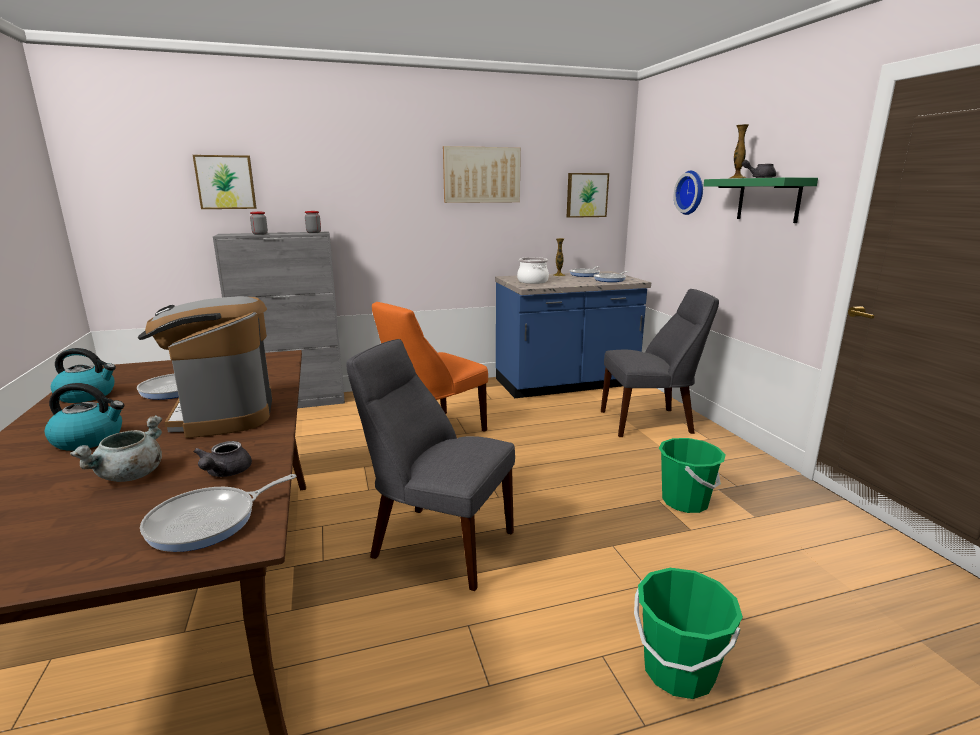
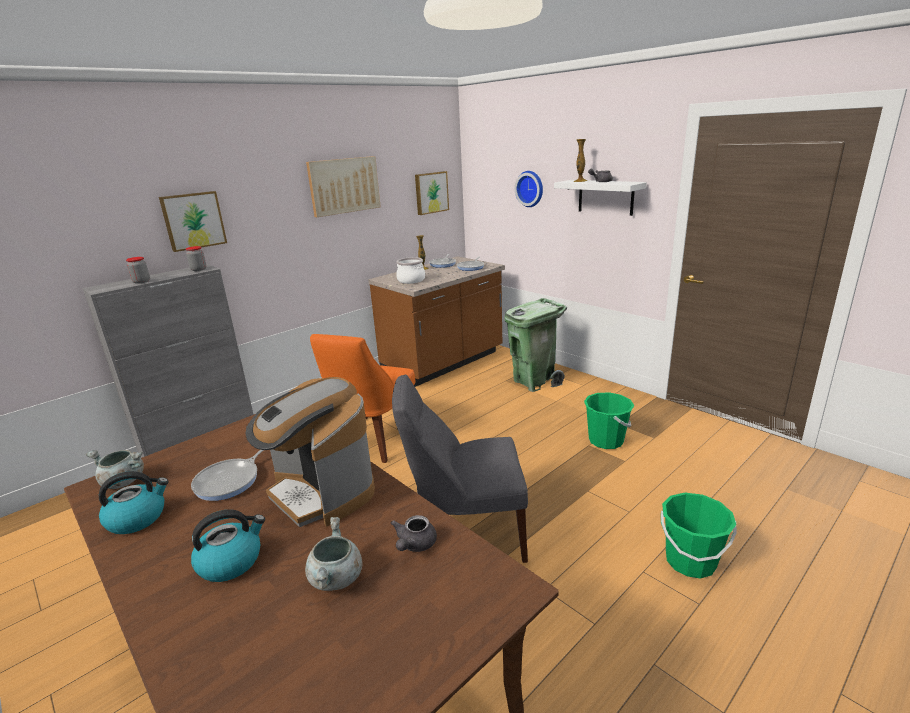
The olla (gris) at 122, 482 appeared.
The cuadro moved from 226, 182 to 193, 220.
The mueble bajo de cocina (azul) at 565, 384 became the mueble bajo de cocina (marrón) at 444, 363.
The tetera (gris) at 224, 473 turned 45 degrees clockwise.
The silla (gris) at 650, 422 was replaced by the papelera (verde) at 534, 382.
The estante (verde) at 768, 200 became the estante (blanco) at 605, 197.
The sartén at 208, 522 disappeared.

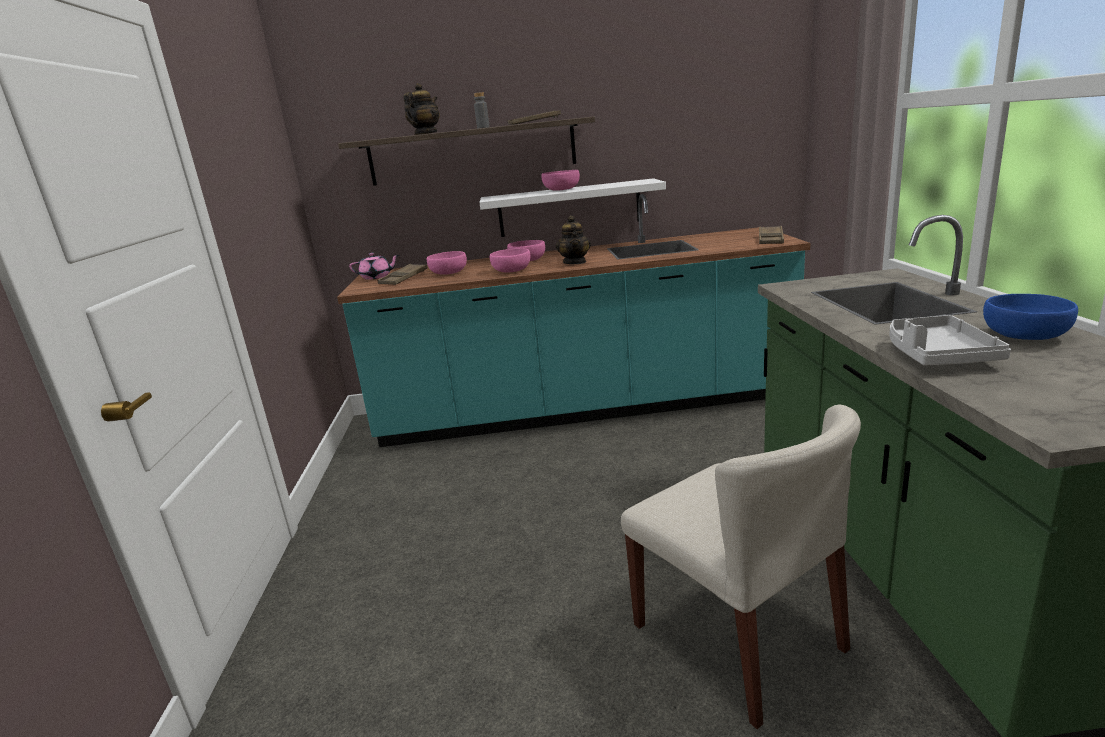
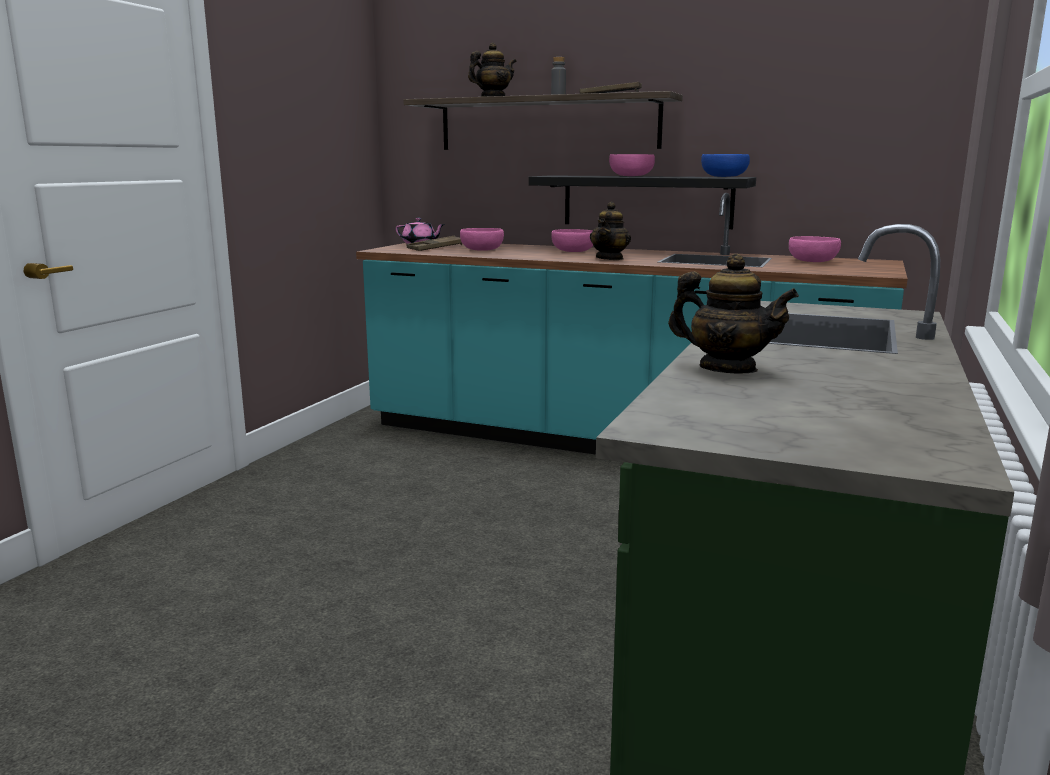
The estante (blanco) at 569, 208 became the estante (negro) at 647, 201.
The bandeja (gris) at 936, 355 was replaced by the tetera at 727, 369.
The cuenco (azul) moved from 1025, 336 to 724, 176.
The cuenco (rosa) moved from 511, 270 to 812, 261.
The silla (beis) at 738, 637 disappeared.
The bandeja (marrón) at 770, 239 disappeared.

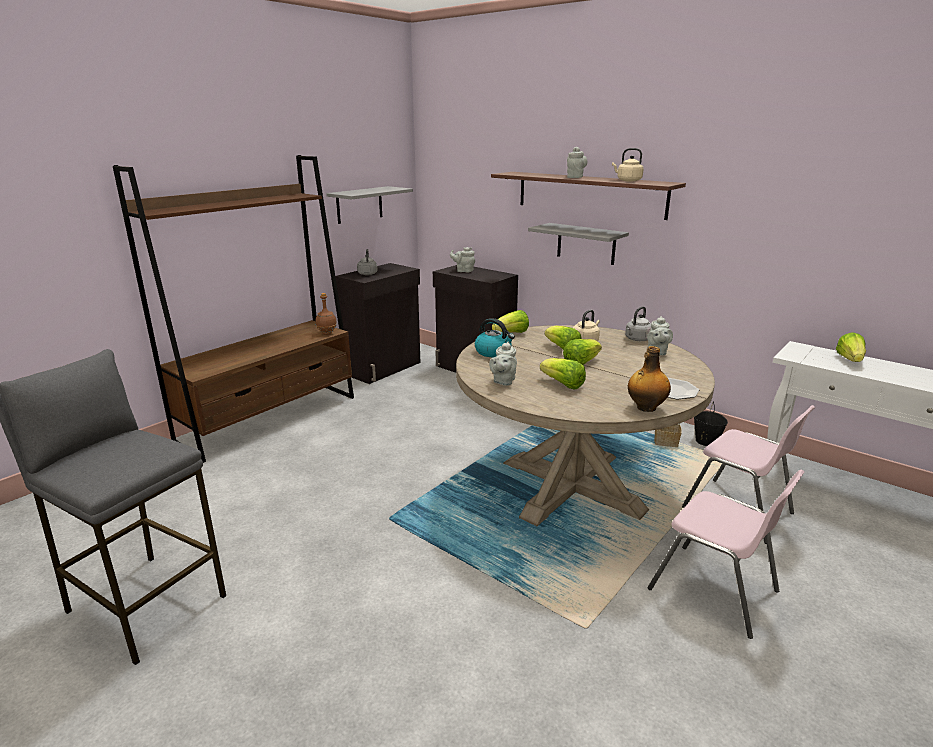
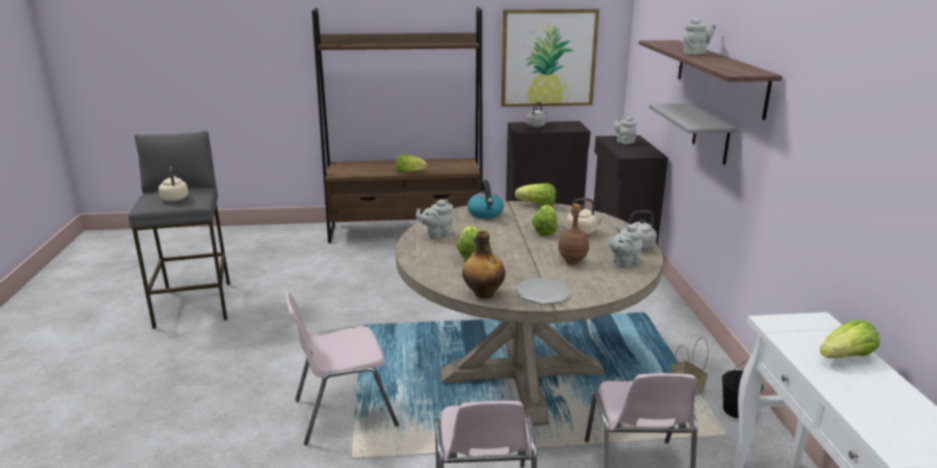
The hervidor (beis) moved from 627, 180 to 175, 198.
The silla (rosa) at 343, 412 appeared.
The lechuga moved from 581, 363 to 409, 172.
The estante (gris) at 359, 205 was replaced by the cuadro at 548, 58.
The botella (marrón) moved from 327, 333 to 573, 262.

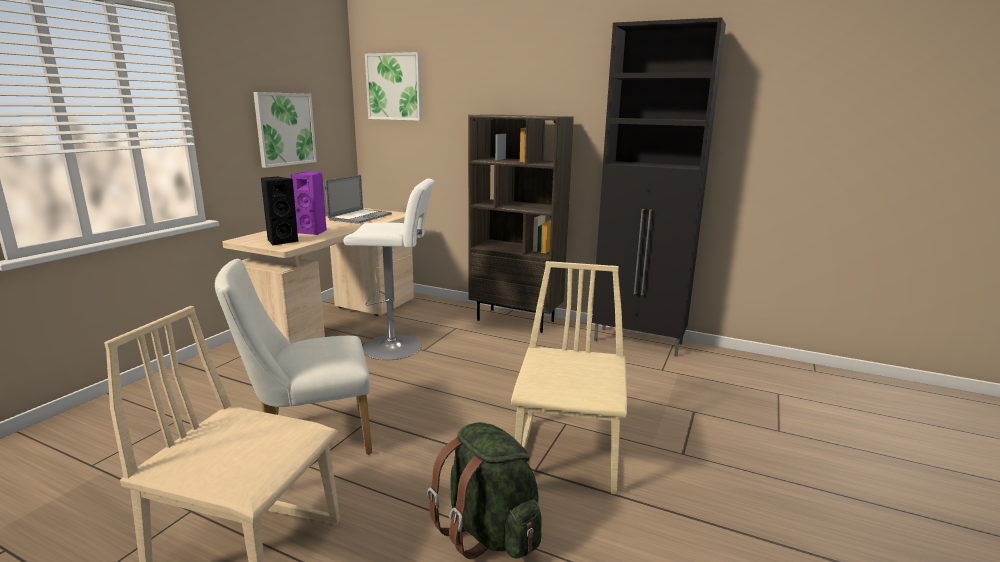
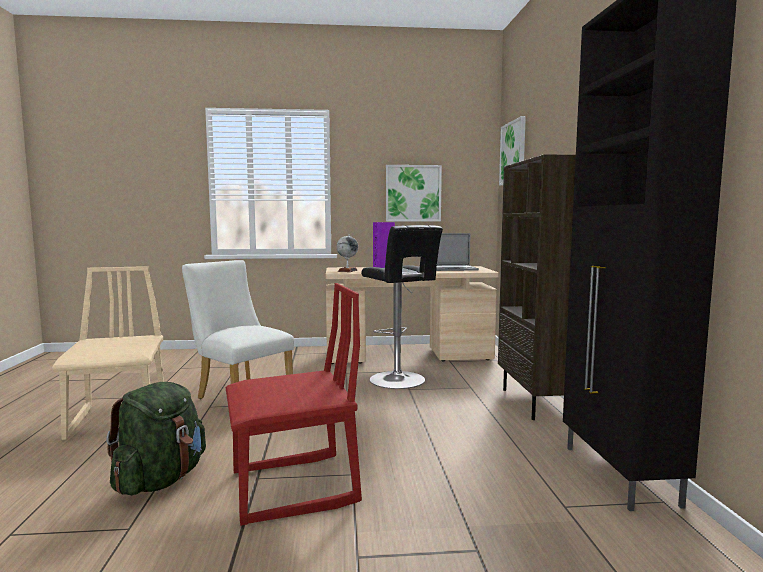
The silla (beis) at 569, 455 became the silla (rojo) at 294, 488.
The altavoz (negro) at 281, 241 was replaced by the globo terráqueo at 347, 270.
The taburete (blanco) at 396, 347 became the taburete (negro) at 399, 381.

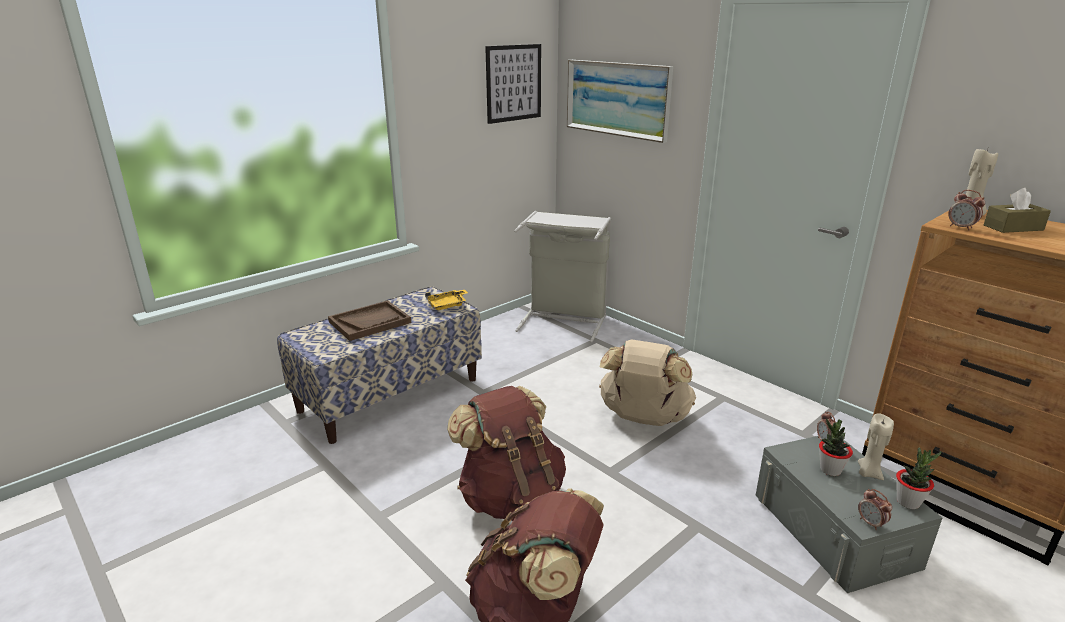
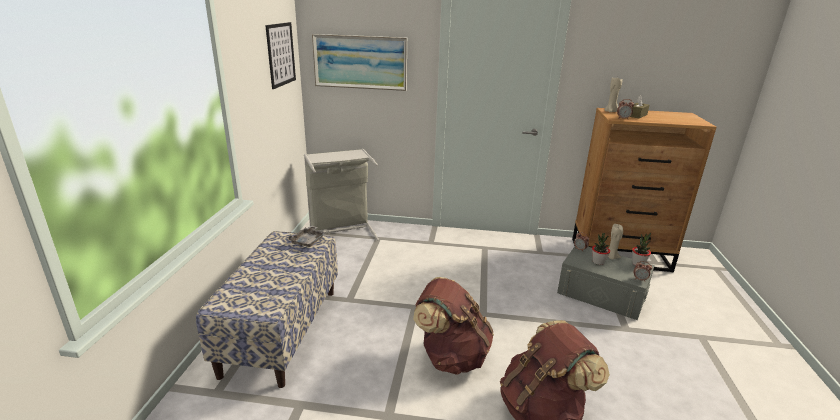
The bandeja (amarillo) at 447, 305 became the bandeja (gris) at 308, 241.
The bandeja (marrón) at 370, 322 disappeared.
The mochila (beis) at 643, 419 disappeared.

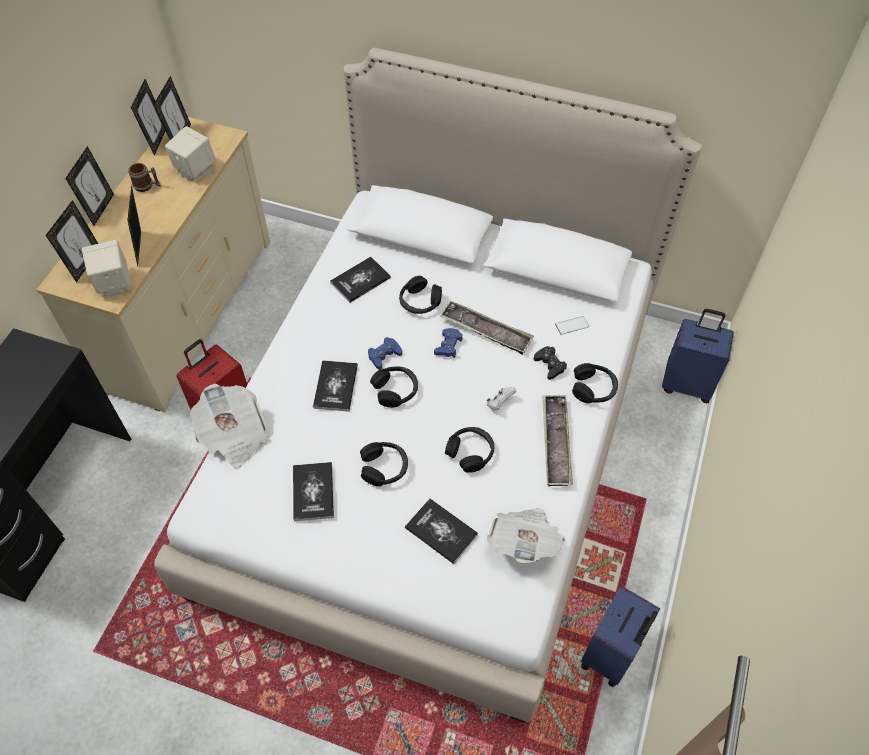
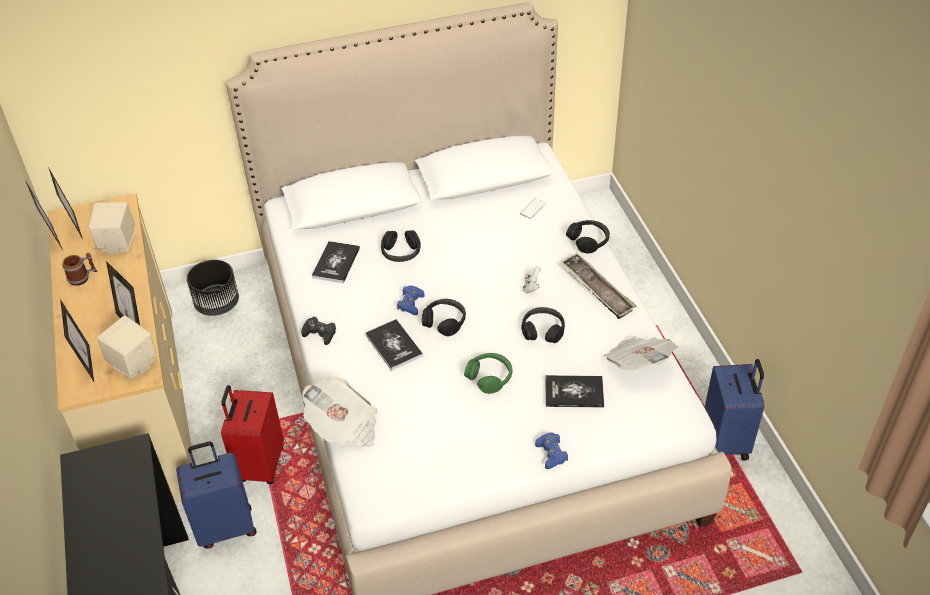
The maleta (azul) moved from 687, 384 to 226, 527.
The maceta (negro) at 217, 304 appeared.
The mando de consola (negro) moved from 549, 365 to 319, 333.
The auriculares (negro) at 384, 467 became the auriculares (verde) at 489, 377.
The mando de consola (azul) moved from 448, 346 to 551, 453.
The portarretratos at 100, 209 disappeared.
The libro at 313, 492 disappeared.
The bandeja at 486, 331 disappeared.

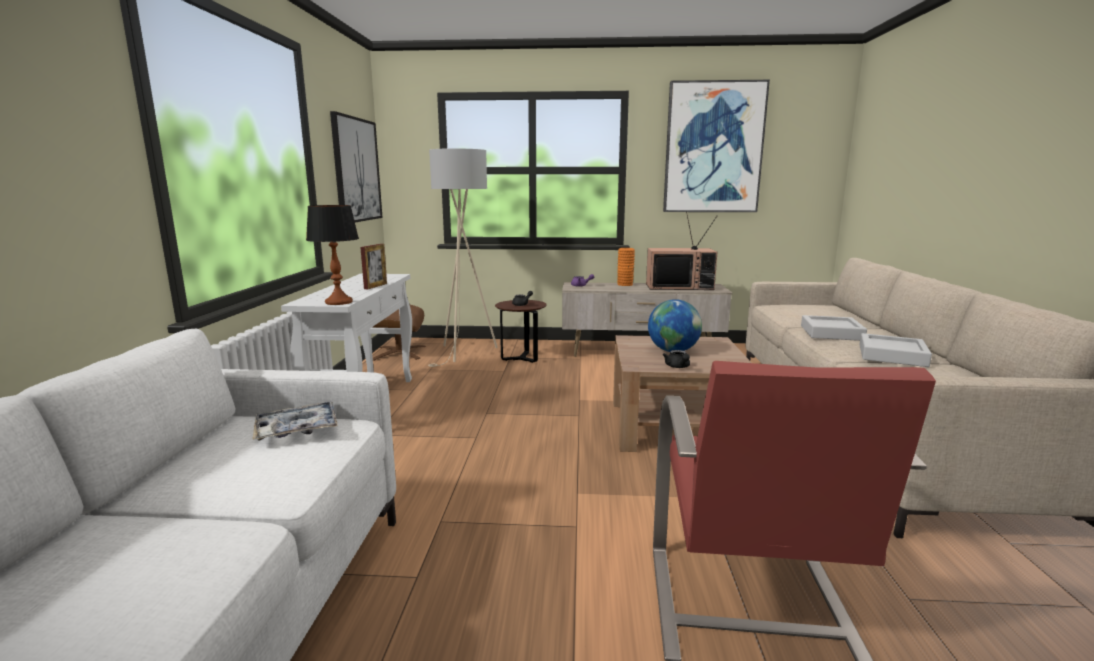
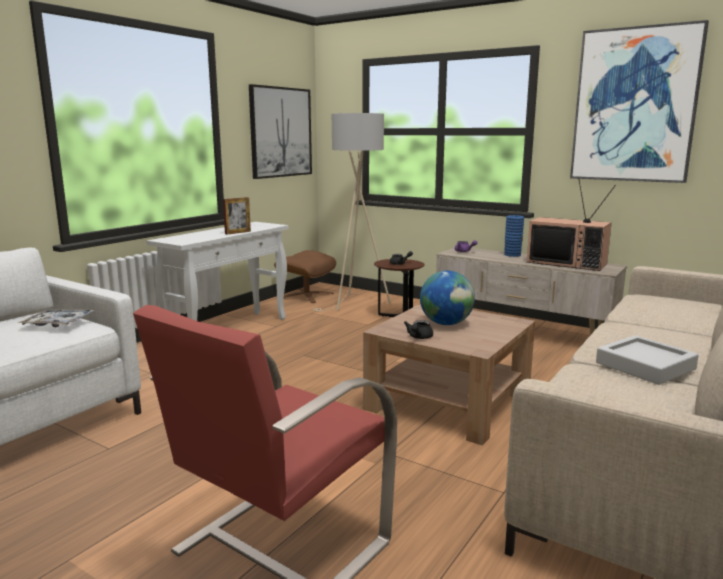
The florero (naranja) at 625, 284 became the florero (azul) at 512, 255.
The lámpara de mesa at 339, 302 disappeared.
The bandeja (gris) at 831, 333 disappeared.

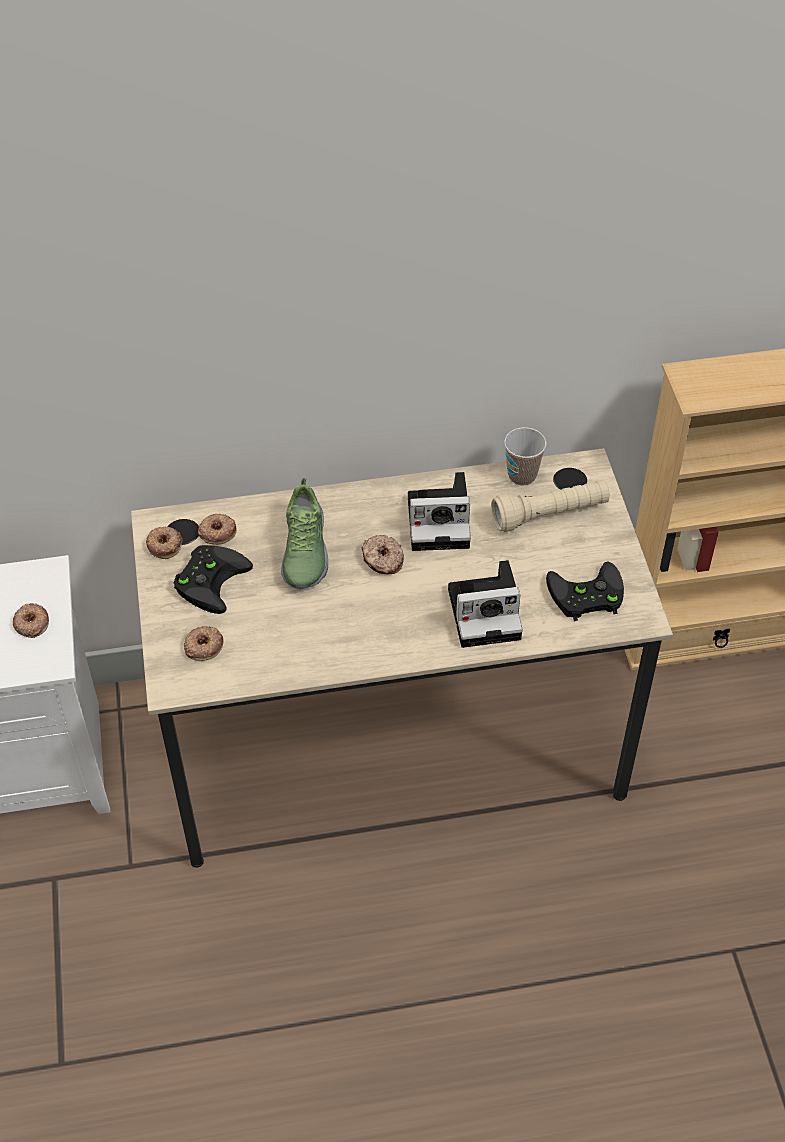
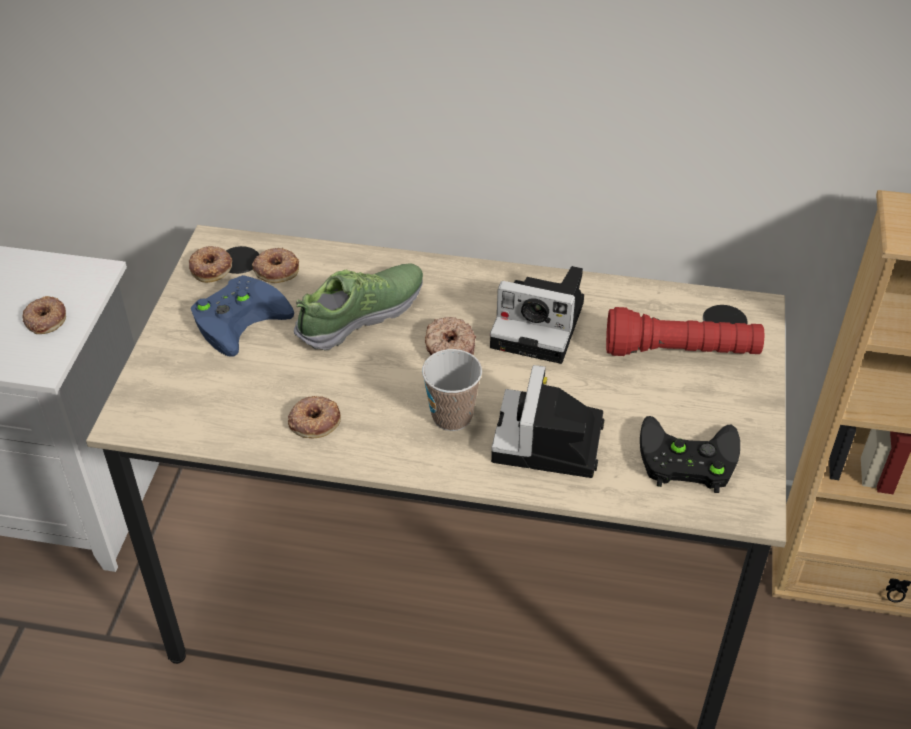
The mando de consola (negro) at 210, 579 became the mando de consola (azul) at 240, 316.
The rosquilla moved from 203, 646 to 314, 420.
The zapato at 303, 551 turned 150 degrees counterclockwise.
The taza moved from 522, 475 to 452, 416.
The cámara at 487, 612 turned 90 degrees clockwise.
The linterna (beis) at 550, 514 became the linterna (rojo) at 681, 352.

